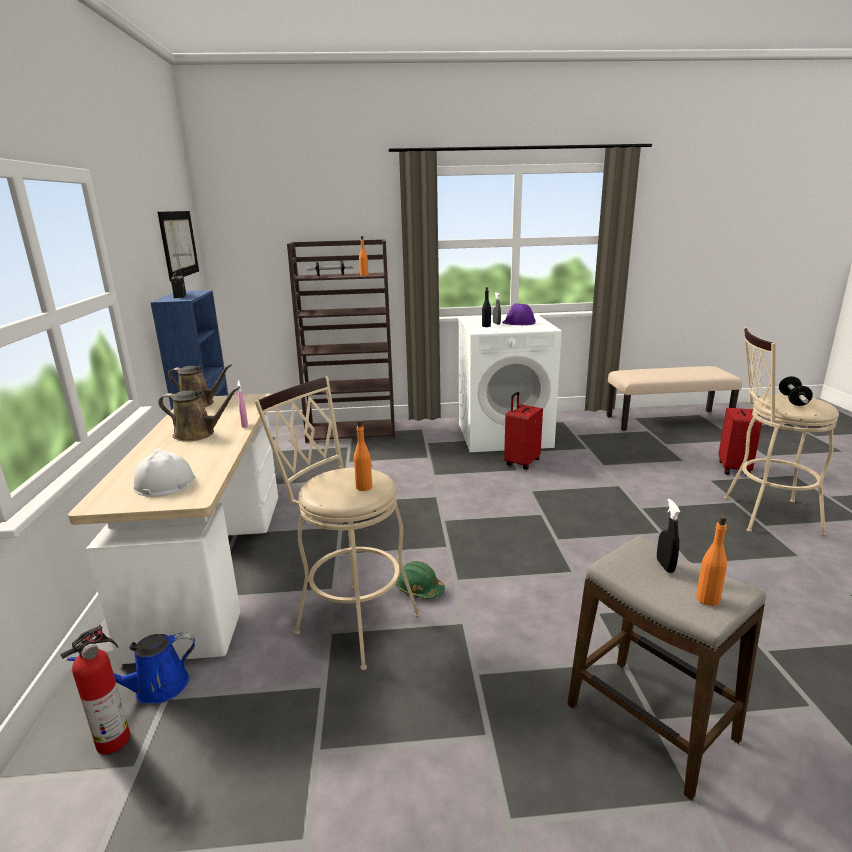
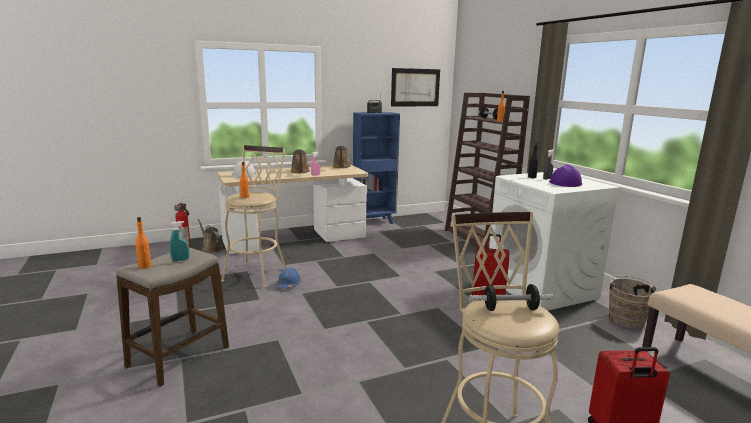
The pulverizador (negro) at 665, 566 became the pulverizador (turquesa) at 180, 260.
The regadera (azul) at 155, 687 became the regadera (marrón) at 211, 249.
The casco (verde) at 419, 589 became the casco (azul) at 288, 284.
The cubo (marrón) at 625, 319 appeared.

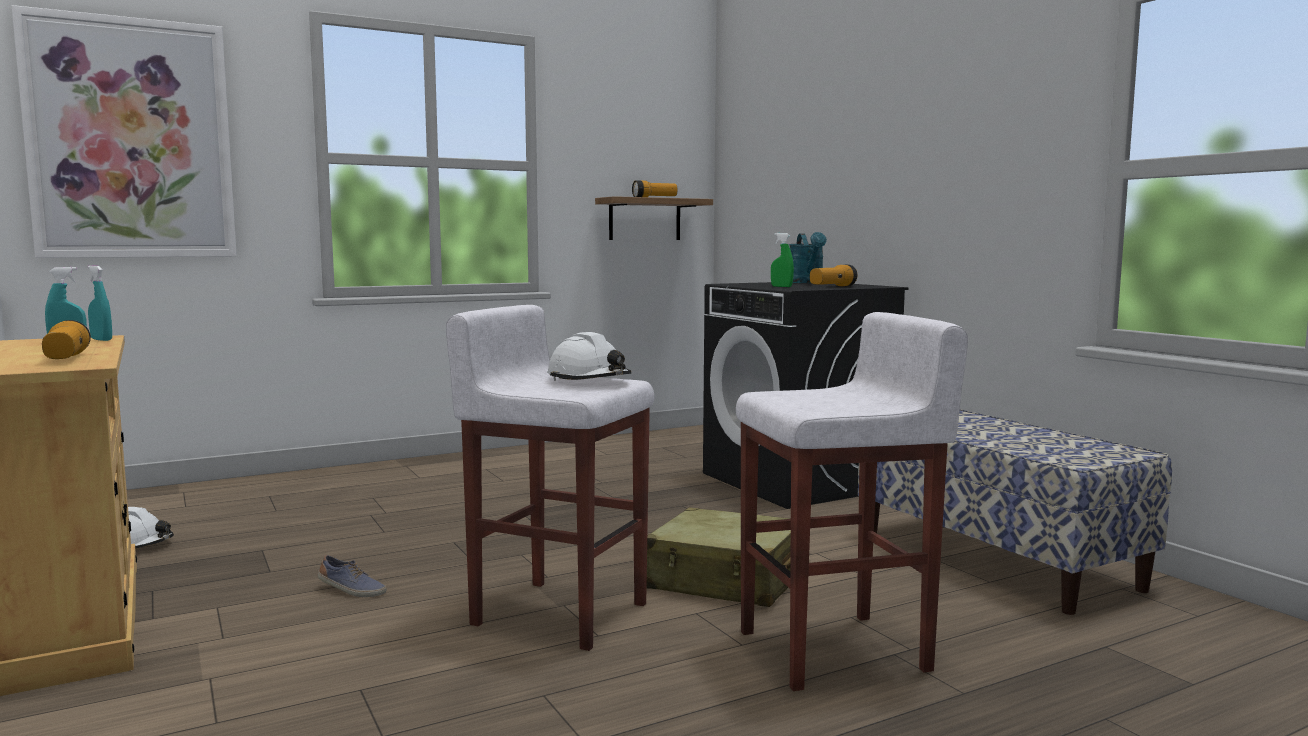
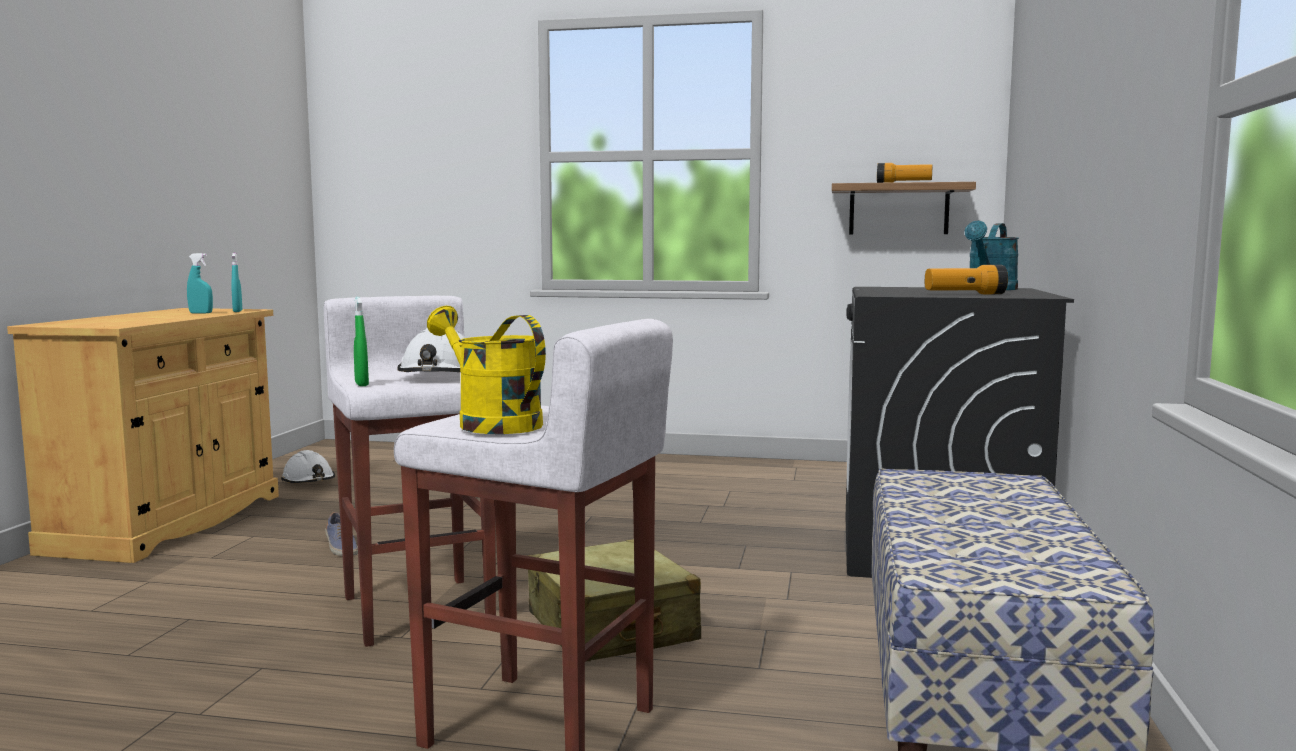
The pulverizador (verde) moved from 781, 286 to 361, 384.
The regadera (amarillo) at 490, 423 appeared.
The cuadro at 131, 139 disappeared.
The linterna at 66, 358 disappeared.

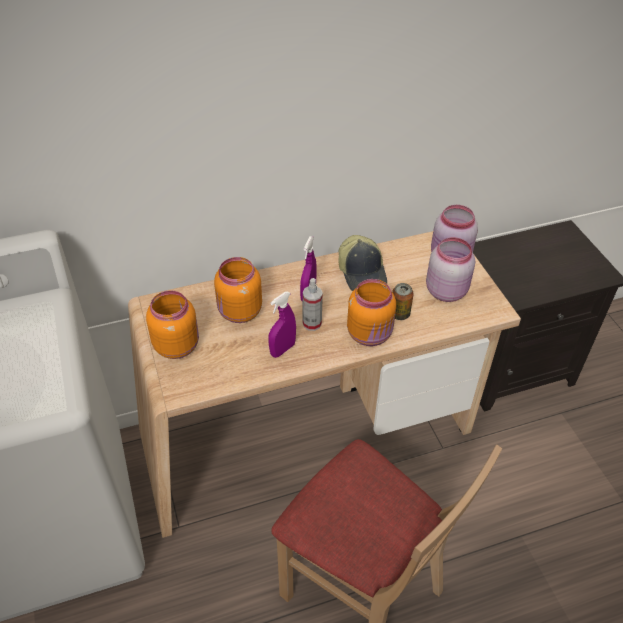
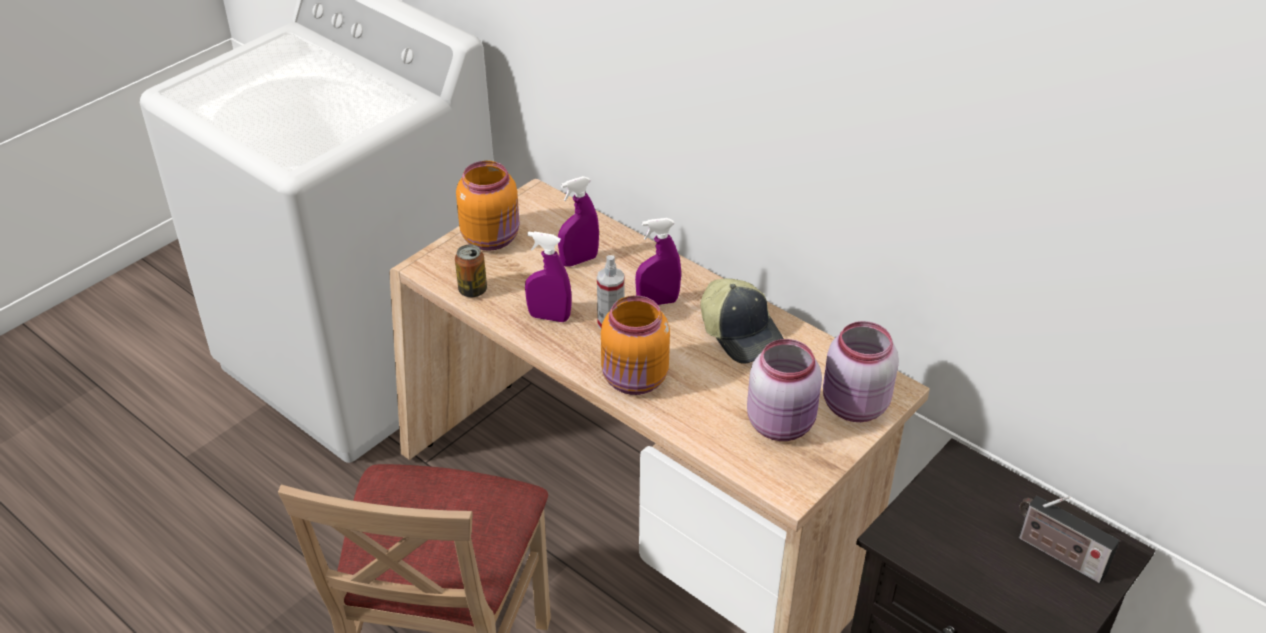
The lata moved from 399, 314 to 472, 290.
The tarro (naranja) at 239, 312 was replaced by the pulverizador (morado) at 579, 260.
The gorra at 362, 272 turned 75 degrees counterclockwise.
The radio at 1057, 554 appeared.

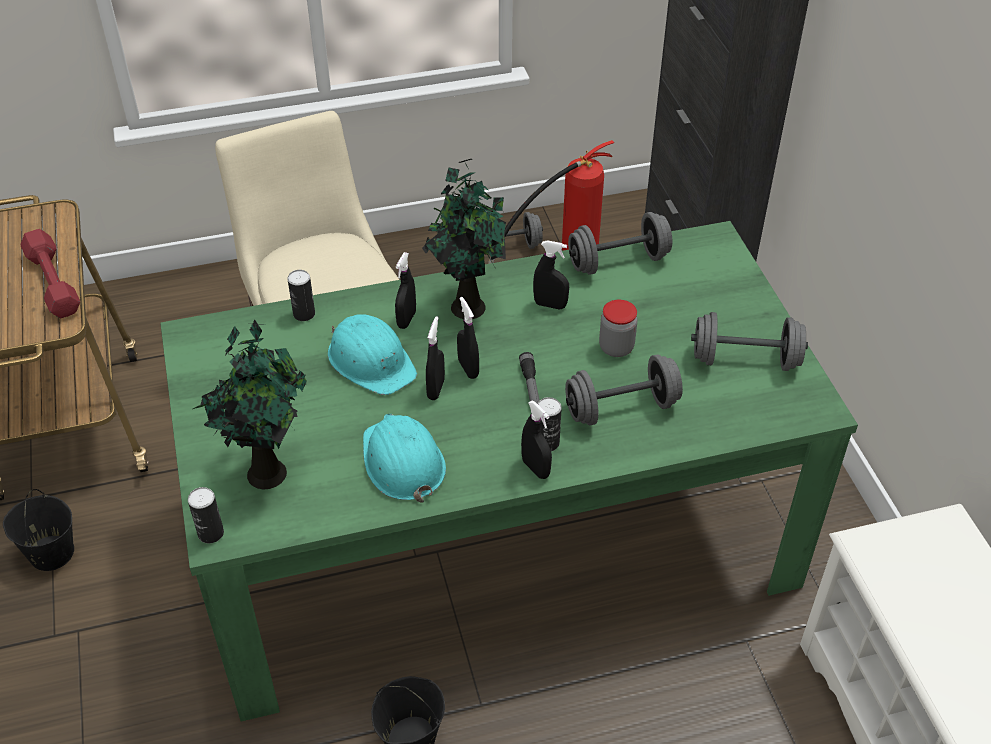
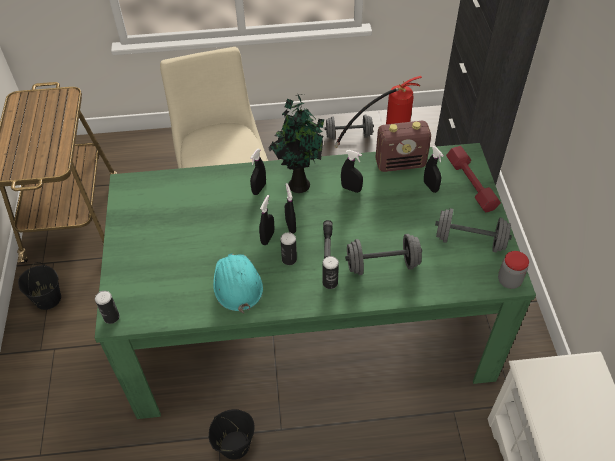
The lata moved from 304, 314 to 289, 259.
The mancuerna (gris) at 618, 261 was replaced by the radio at 400, 163.
The pulverizador (negro) moved from 535, 468 to 430, 186.
The mancuerna (rojo) moved from 53, 282 to 471, 184.
The tarro moved from 616, 347 to 509, 280.
The planta en maceta at 267, 470 disappeared.
The casco (turquesa) at 371, 361 disappeared.

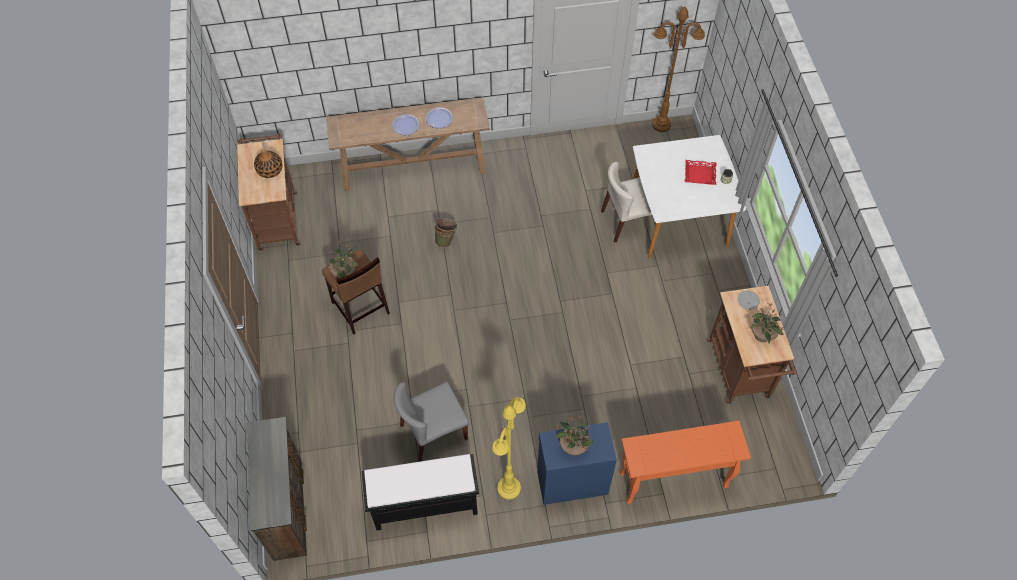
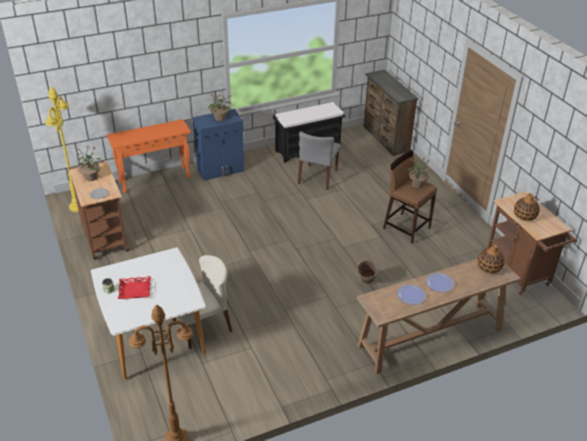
The lámpara de pie (amarillo) moved from 509, 488 to 77, 206.
The silla (gris) at 433, 432 turned 150 degrees clockwise.
The florero at 489, 267 appeared.

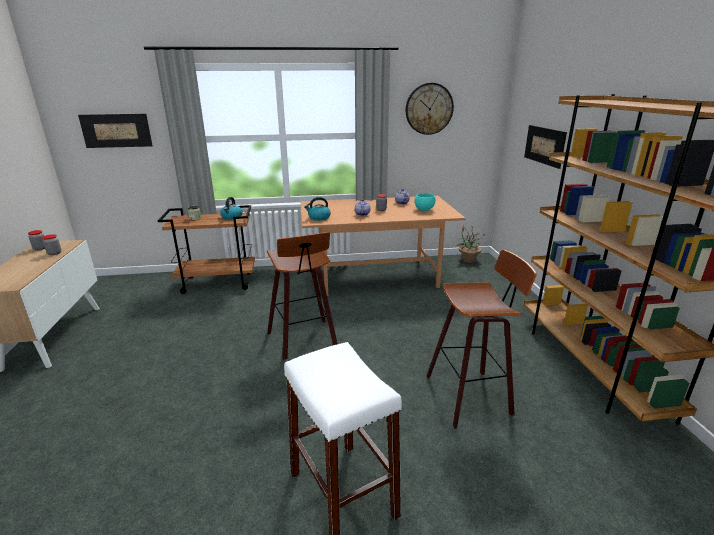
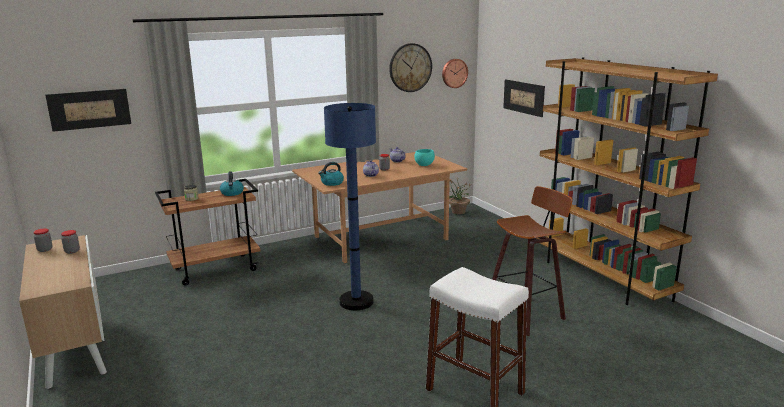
The taburete at 304, 340 was replaced by the lámpara de pie (azul) at 356, 302.
The reloj de pared at 454, 73 appeared.

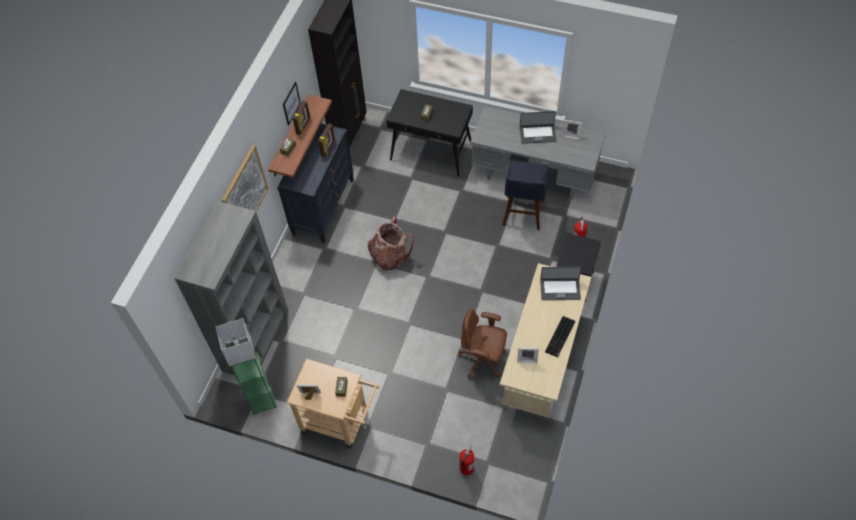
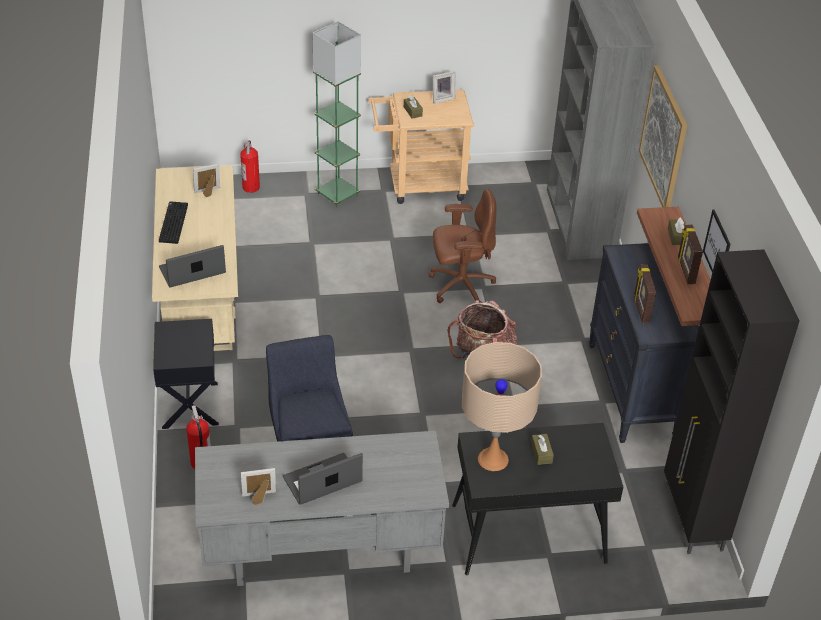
The lámpara de pie (verde) moved from 262, 401 to 337, 195.
The silla de oficina (marrón) moved from 483, 360 to 460, 286.
The lámpara de mesa (beis) at 493, 459 appeared.

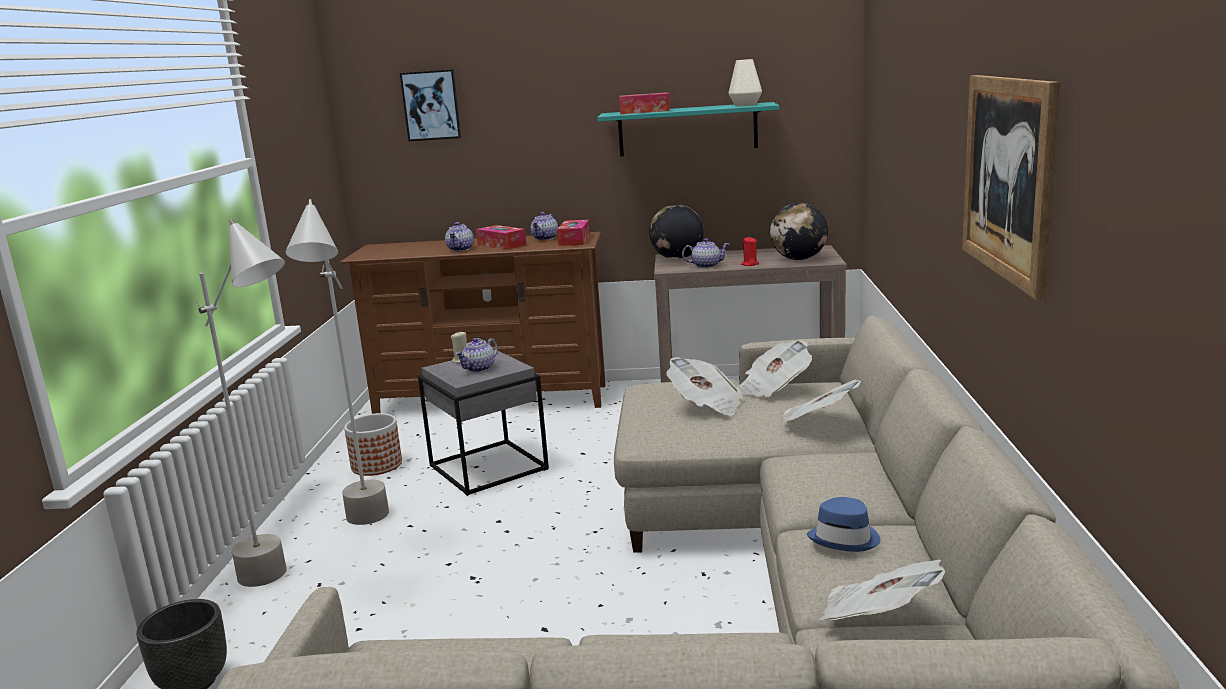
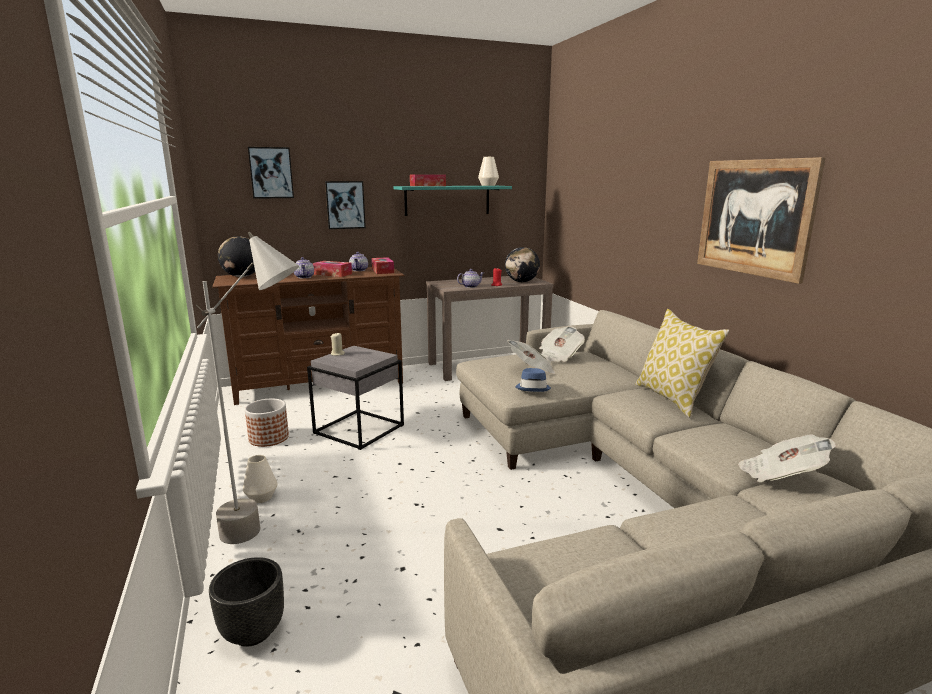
The globo terráqueo moved from 677, 258 to 242, 276.
The florero (blanco) at 261, 497 appeared.
The cuadro at 345, 205 appeared.
The sombrero (azul) moved from 845, 538 to 533, 388.
The cojín at 673, 398 appeared.
The lámpara de pie (gris) at 365, 531 disappeared.
The tetera at 479, 368 disappeared.
The periódico at 817, 422 disappeared.

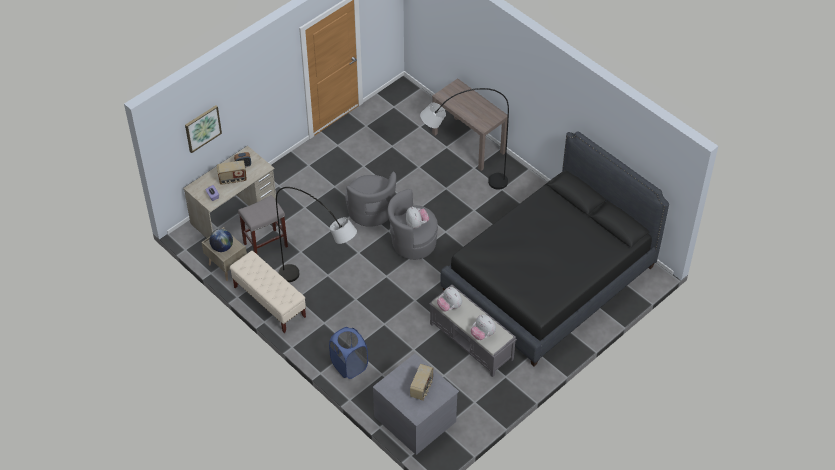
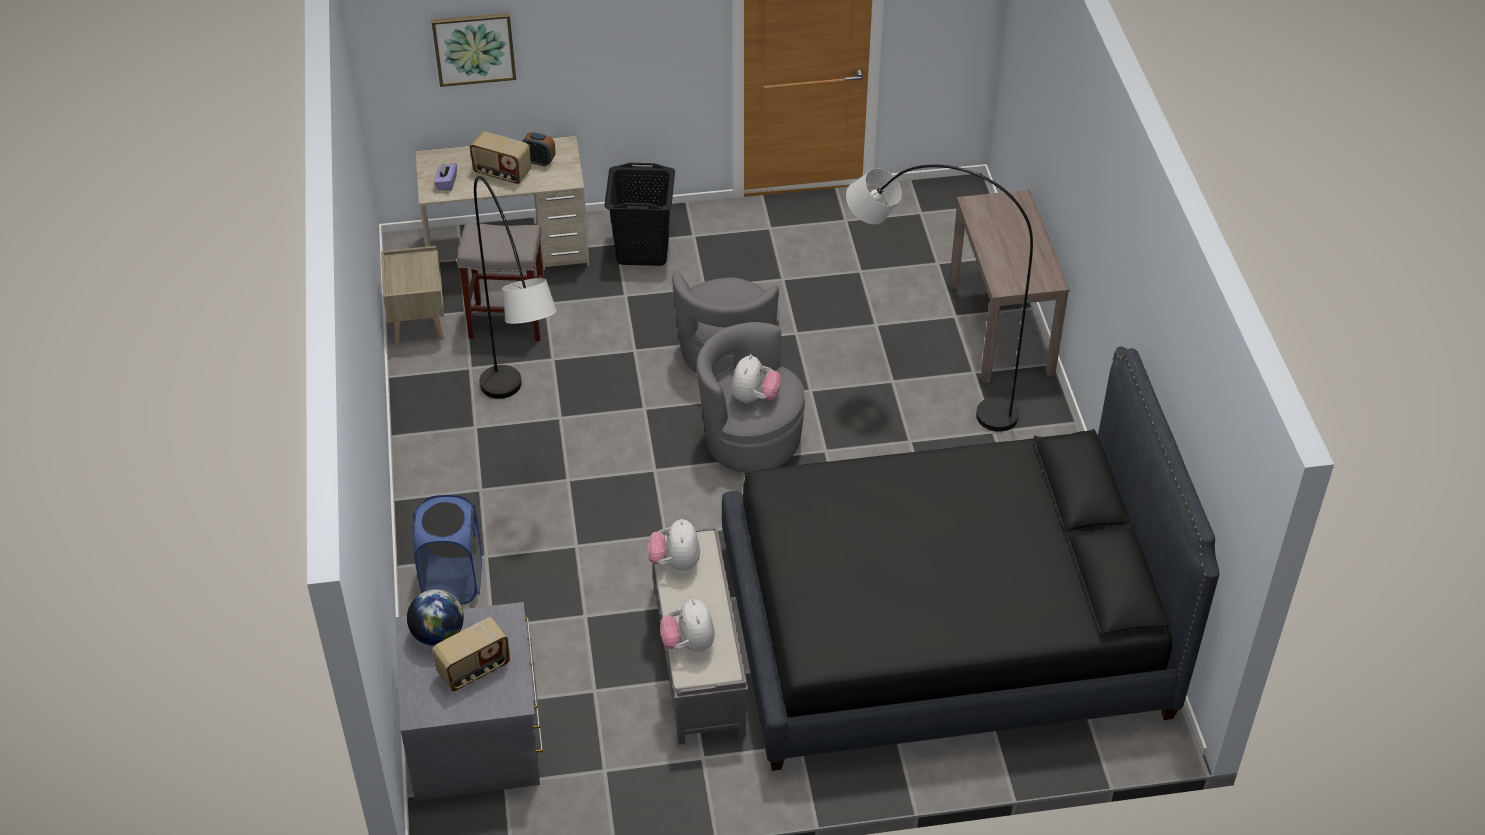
The globo terráqueo moved from 222, 247 to 438, 634.
The cesto de la ropa (negro) at 643, 249 appeared.
The banco (beis) at 269, 302 disappeared.

